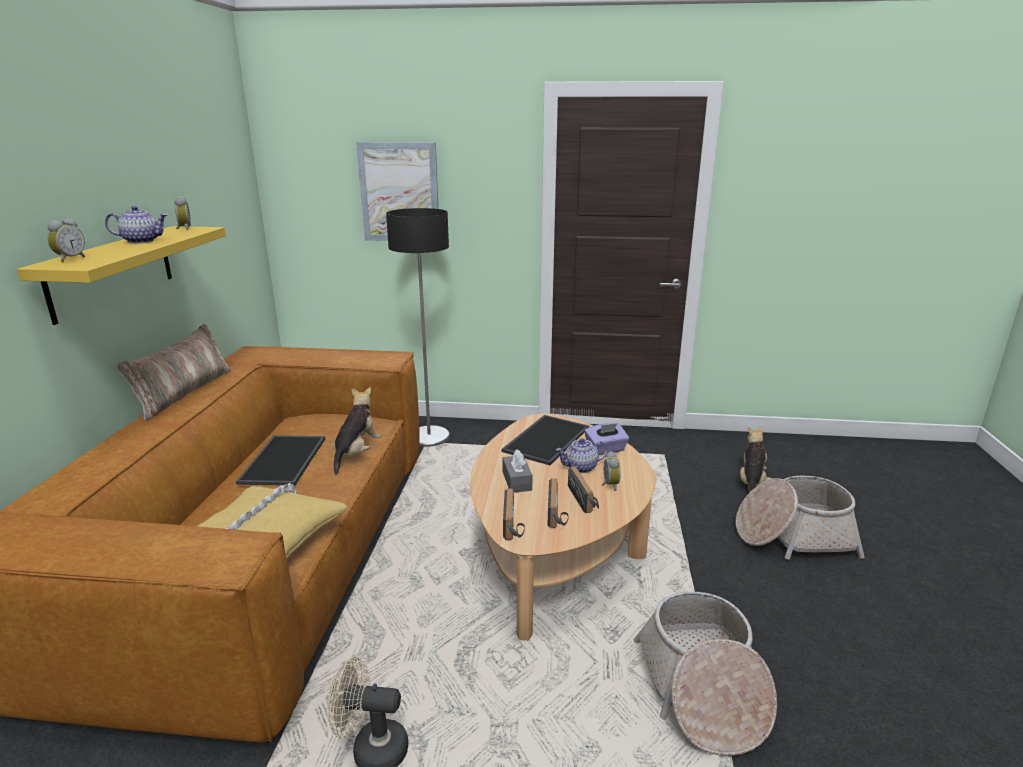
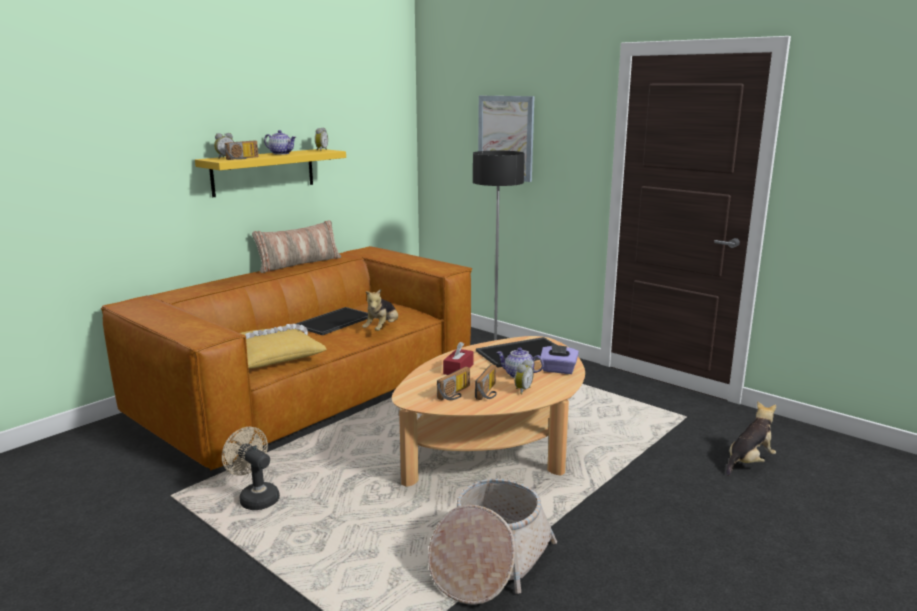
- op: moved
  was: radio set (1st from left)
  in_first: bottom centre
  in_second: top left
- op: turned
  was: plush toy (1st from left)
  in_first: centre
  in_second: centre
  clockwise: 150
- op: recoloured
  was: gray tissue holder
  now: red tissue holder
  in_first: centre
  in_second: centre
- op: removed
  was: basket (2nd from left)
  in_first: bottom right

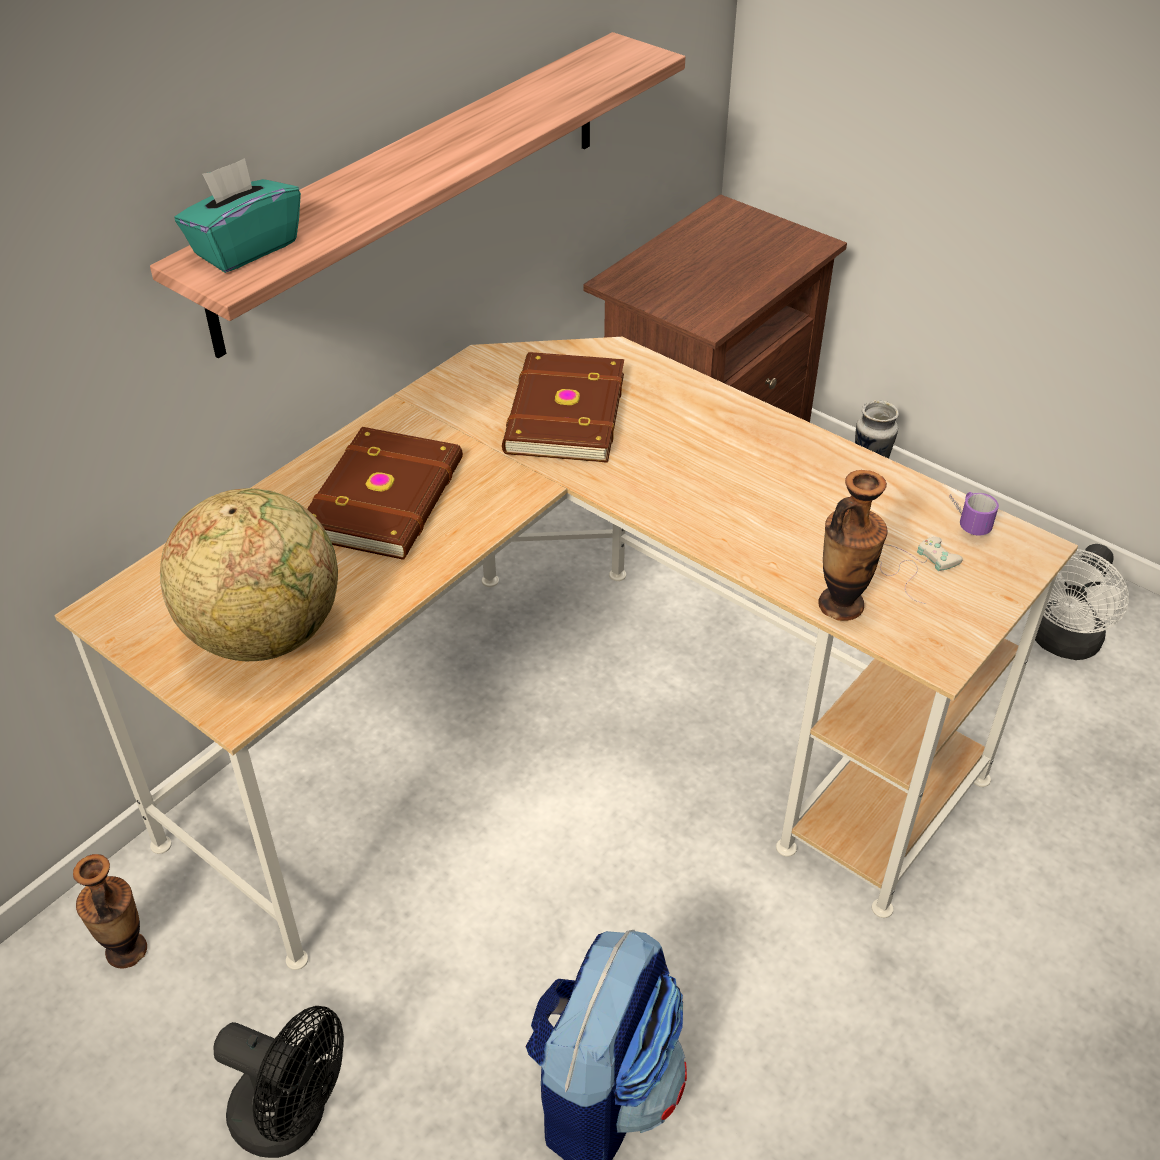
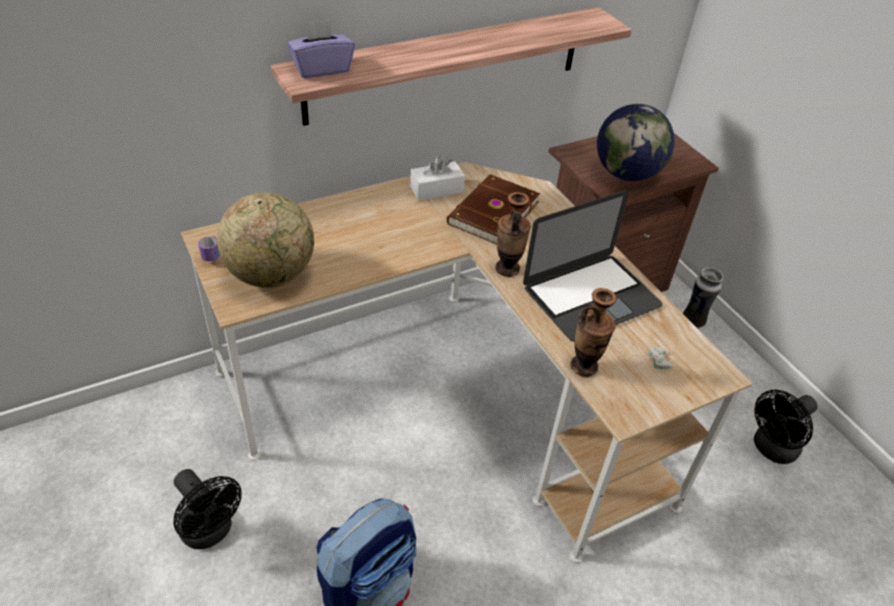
- op: moved
  was: coffee mug
  in_first: middle right
  in_second: middle left
- op: recoloured
  was: turquoise tissue holder
  now: purple-coloured tissue holder
  in_first: top left
  in_second: top centre
- op: added
  now: white tissue holder
  in_second: top centre
- op: moved
  was: decorative vase (1st from left)
  in_first: bottom left
  in_second: centre
- op: added
  now: laptop
  in_second: centre
- op: added
  now: world globe (2nd from left)
  in_second: top right
- op: recoloured
  was: white electric fan
  now: blackish electric fan (2nd from left)
  in_first: middle right
  in_second: bottom right
- op: removed
  was: brown volume (1st from left)
  in_first: middle left

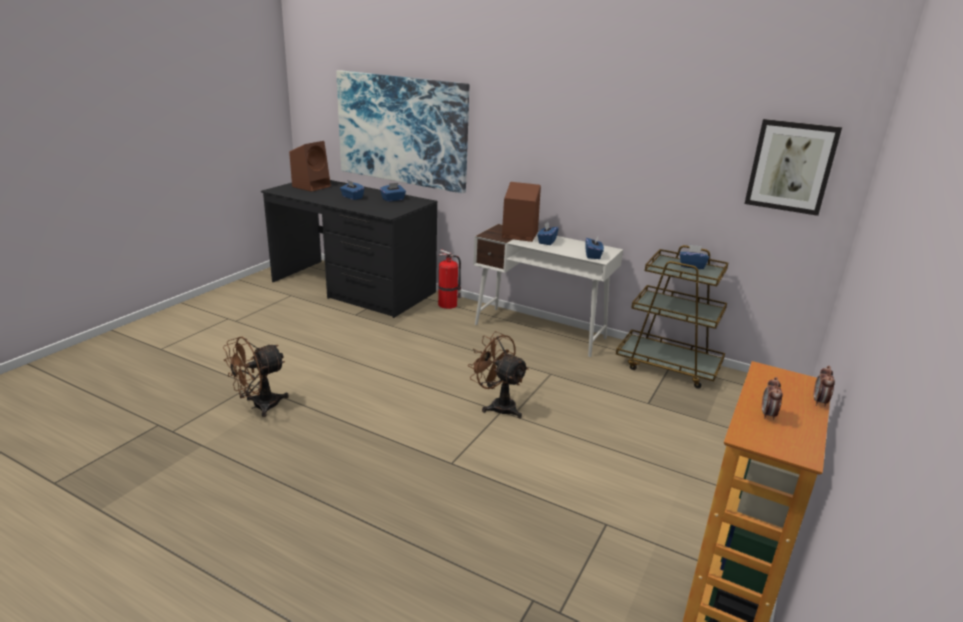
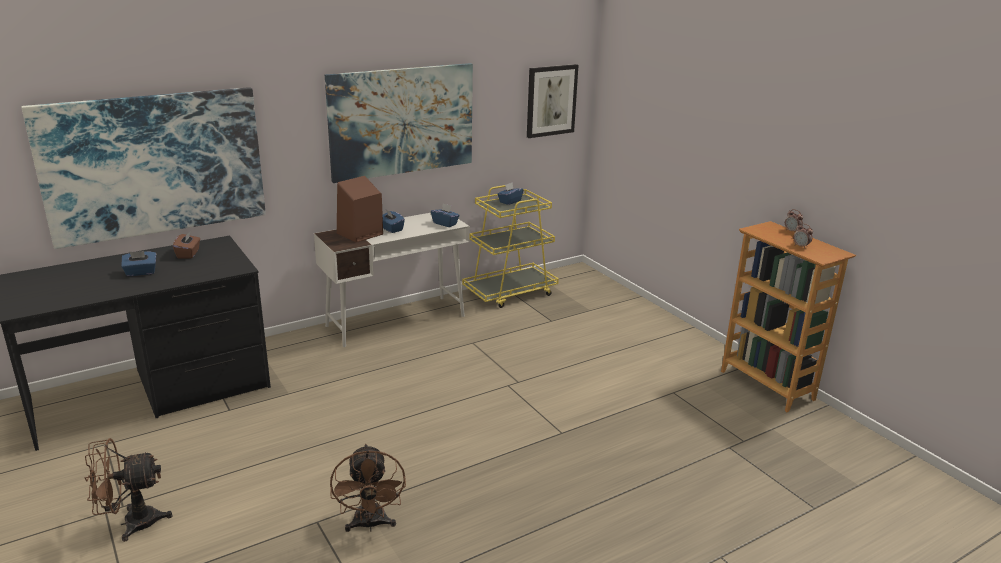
- op: moved
  was: brown electric fan (2nd from left in the first image)
  now: brown electric fan (1st from left)
  in_first: centre
  in_second: bottom left
- op: recoloured
  was: blue tissue holder (2nd from left)
  now: brown tissue holder
  in_first: top centre
  in_second: middle left
- op: added
  now: picture (2nd from left)
  in_second: top centre
- op: recoloured
  was: brown wheeled cart
  now: yellow wheeled cart
  in_first: middle right
  in_second: centre
- op: removed
  was: brown loudspeaker (1st from left)
  in_first: top left
- op: removed
  was: fire-fighting cylinder
  in_first: centre

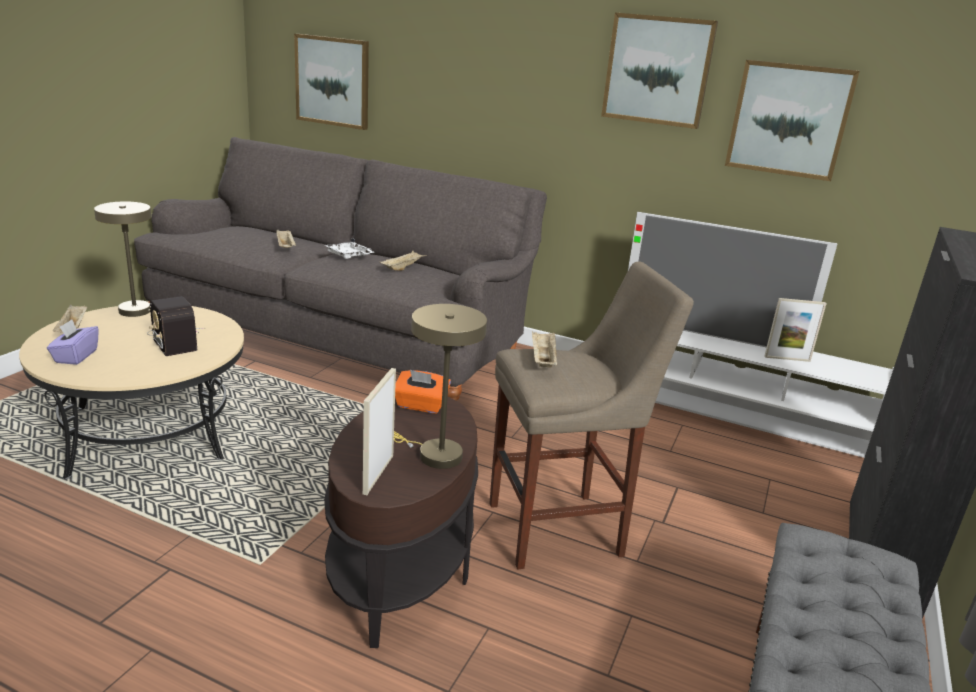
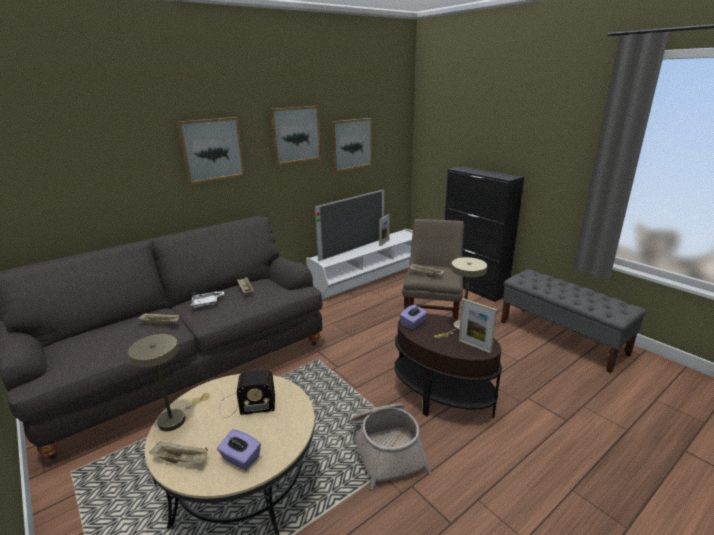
- op: moved
  was: picture (1st from left)
  in_first: top centre
  in_second: top left
- op: added
  now: basket
  in_second: bottom centre
- op: recoloured
  was: orange-coloured tissue holder
  now: purple-coloured tissue holder (2nd from left)
  in_first: centre
  in_second: centre

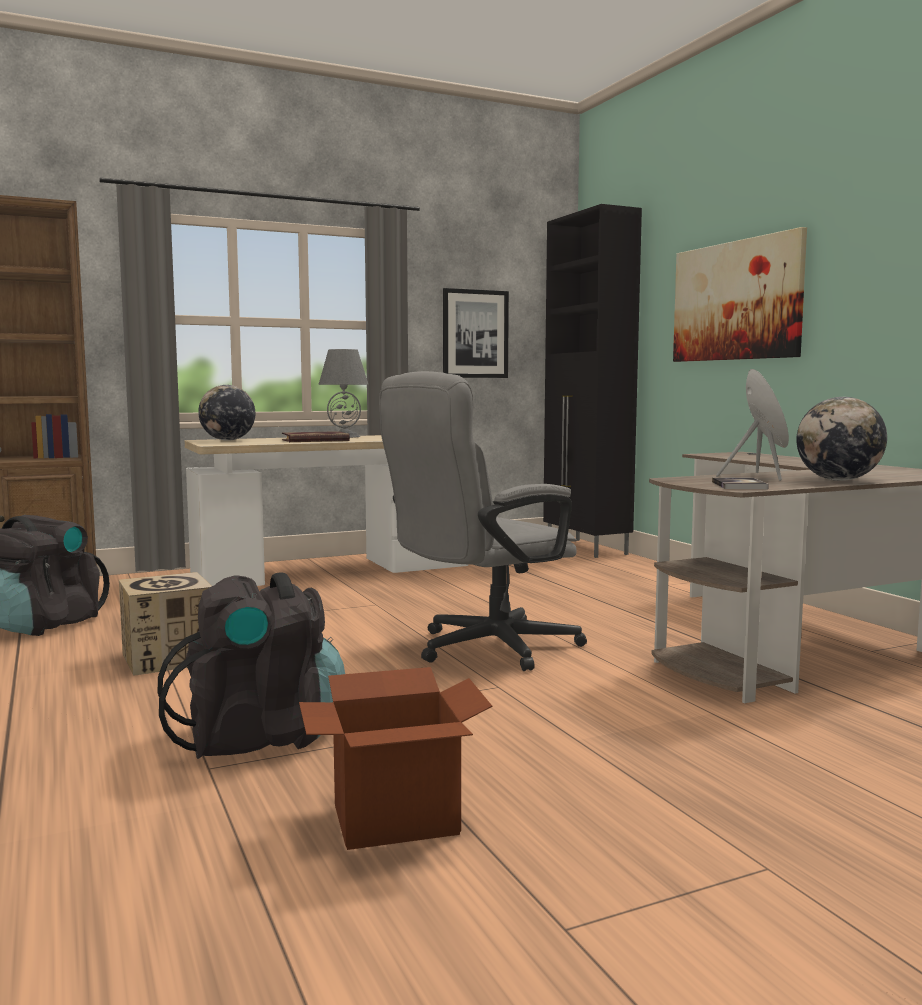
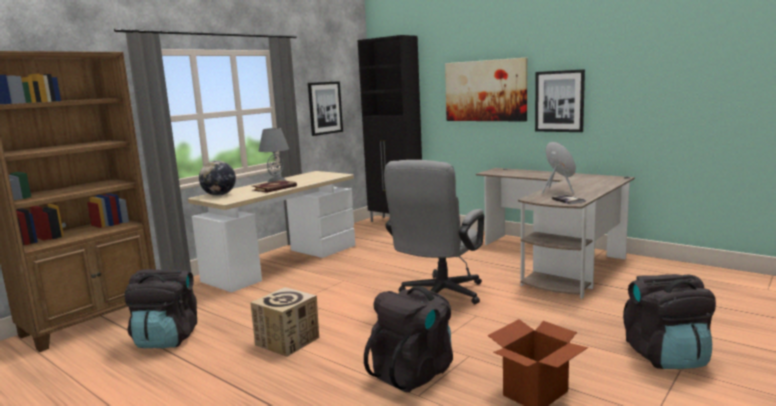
- op: added
  now: picture (3rd from left)
  in_second: top right
- op: added
  now: blackish knapsack (3rd from left)
  in_second: bottom right
- op: removed
  was: world globe (2nd from left)
  in_first: middle right

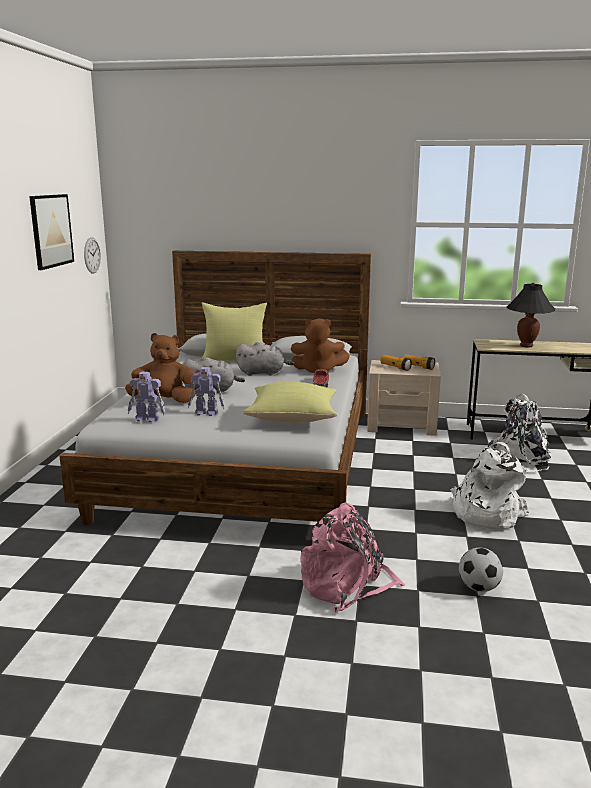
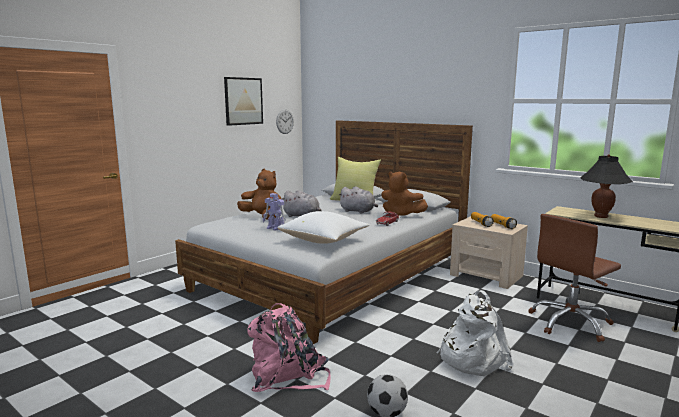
- op: recoloured
  was: yellow cushion (2nd from left)
  now: white cushion
  in_first: centre
  in_second: centre
- op: replaced
  was: white knapsack (2nd from left)
  now: brown office chair
  in_first: middle right
  in_second: bottom right
- op: removed
  was: robot figure (1st from left)
  in_first: middle left

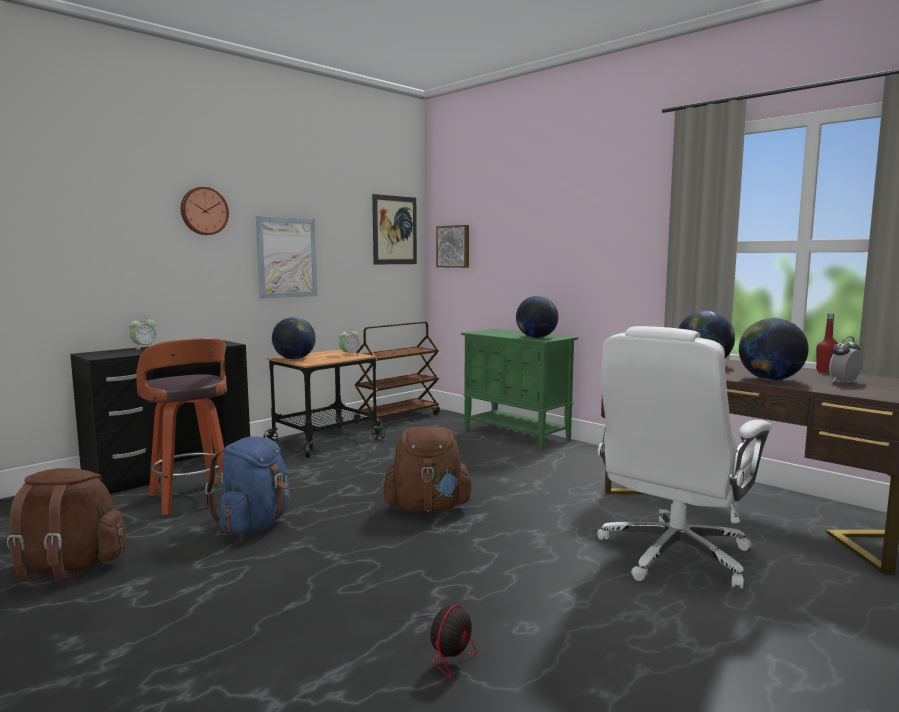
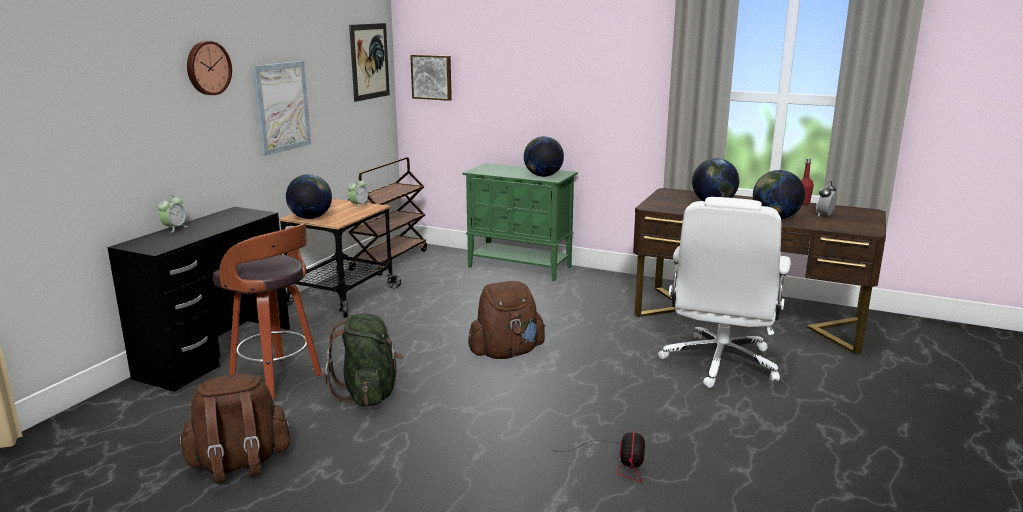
- op: recoloured
  was: blue knapsack
  now: green-coloured knapsack
  in_first: bottom left
  in_second: bottom centre

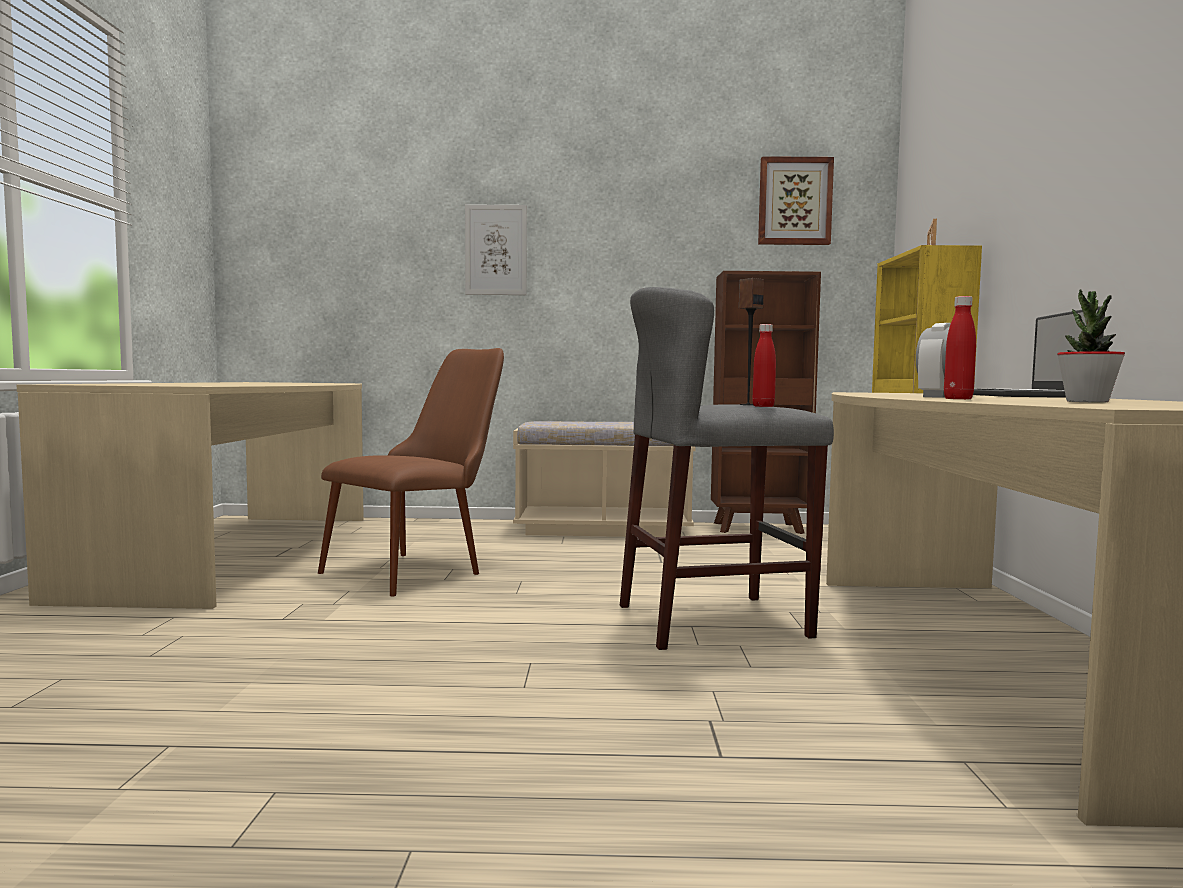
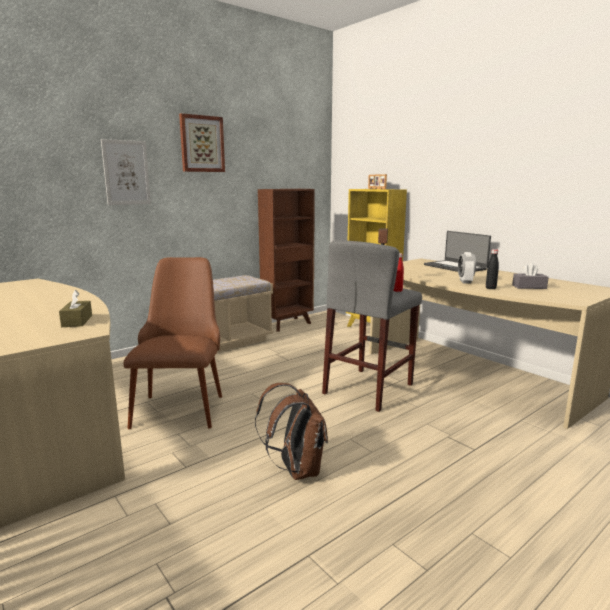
- op: added
  now: brown tissue holder
  in_second: middle left
- op: moved
  was: picture (2nd from left)
  in_first: top right
  in_second: top left
- op: added
  now: brown knapsack
  in_second: bottom centre
- op: recoloured
  was: red beverage bottle (2nd from left)
  now: blackish beverage bottle
  in_first: middle right
  in_second: middle right
- op: replaced
  was: houseplant
  now: gray tissue holder
  in_first: middle right
  in_second: middle right

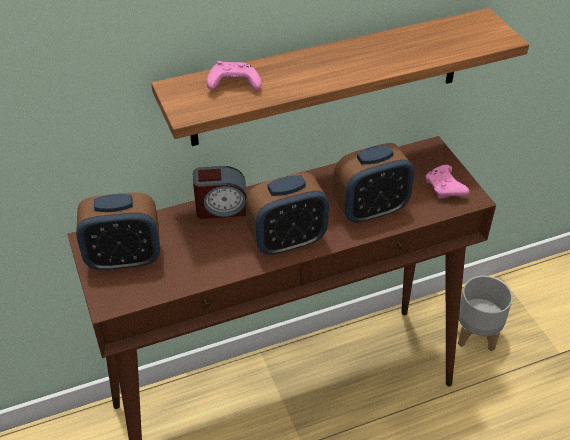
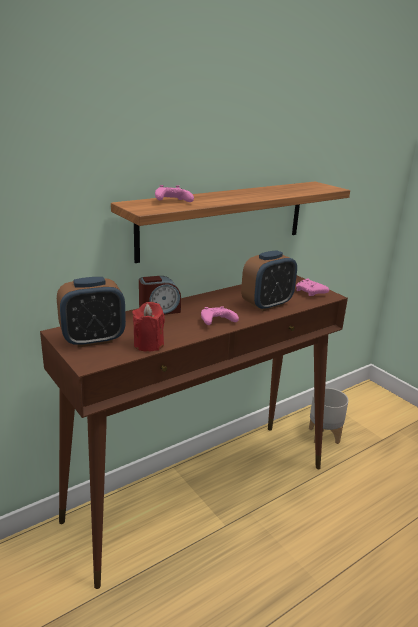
- op: added
  now: red candle
  in_second: centre
- op: replaced
  was: table clock (3rd from left)
  now: pink-coloured gamepad (2nd from left)
  in_first: centre
  in_second: centre

